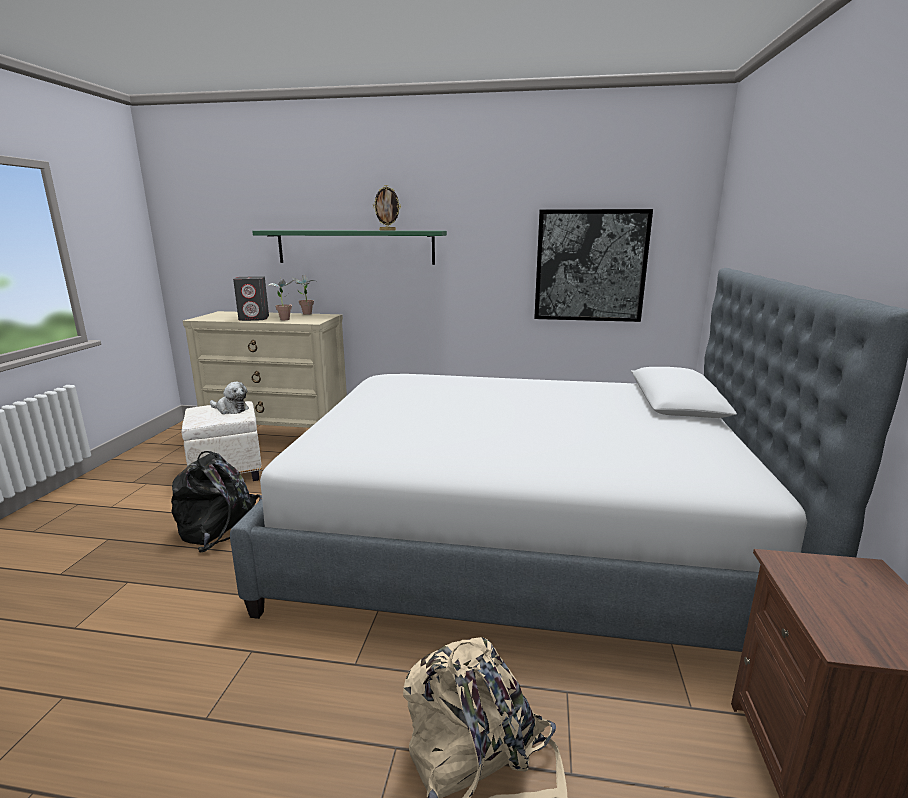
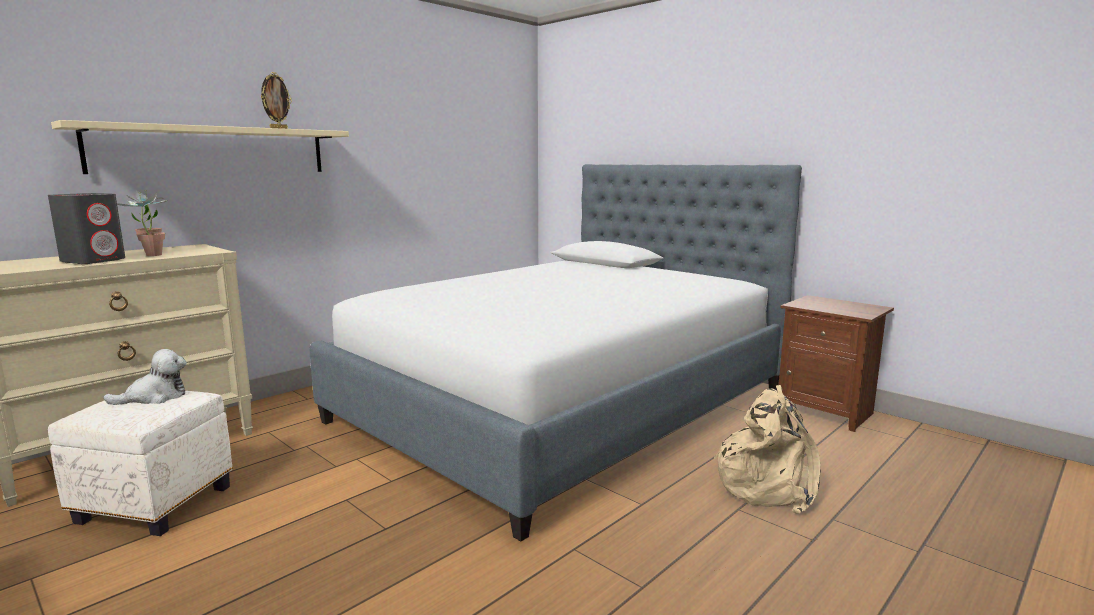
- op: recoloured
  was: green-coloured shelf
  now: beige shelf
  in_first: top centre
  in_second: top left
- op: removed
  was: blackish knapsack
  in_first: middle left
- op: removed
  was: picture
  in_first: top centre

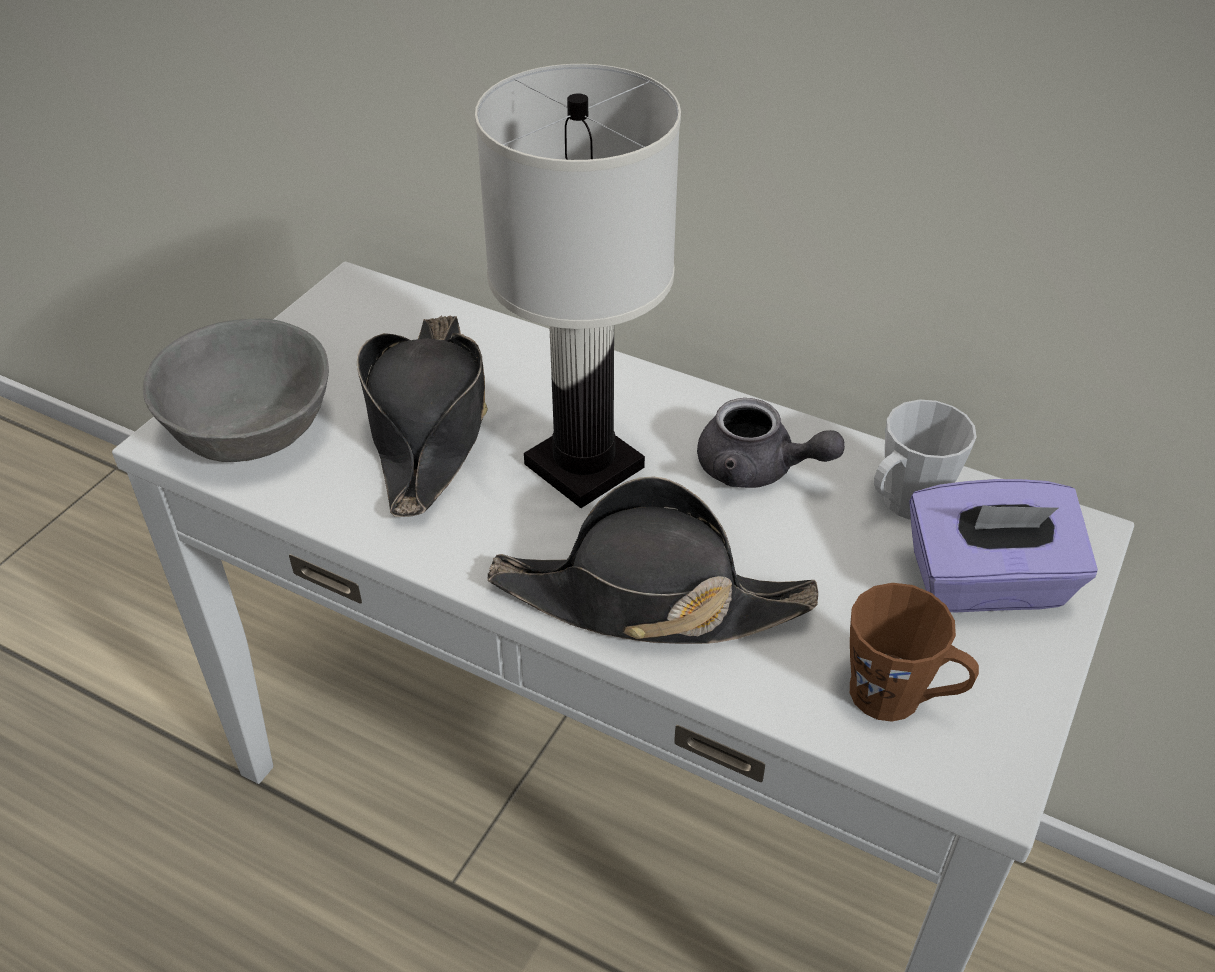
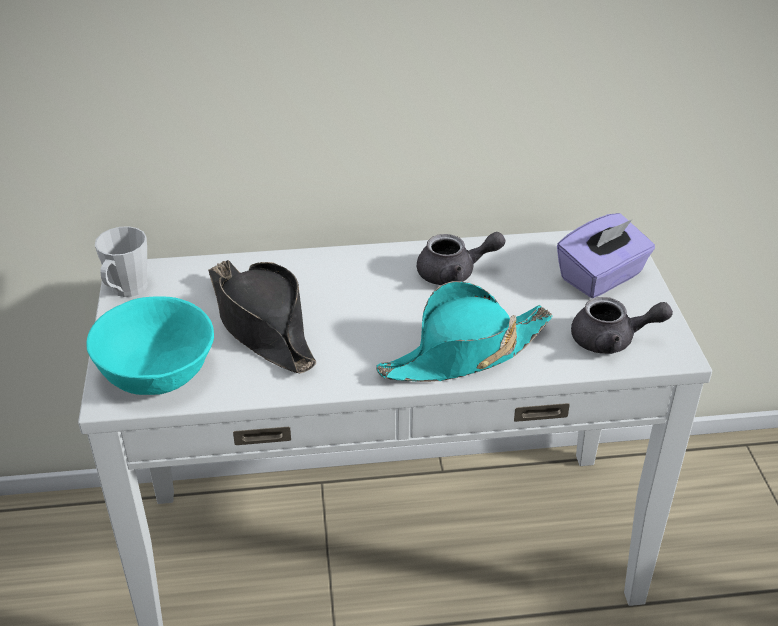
- op: recoloured
  was: gray deep dish
  now: turquoise deep dish
  in_first: middle left
  in_second: middle left
- op: moved
  was: gray coffee mug
  in_first: middle right
  in_second: middle left
- op: recoloured
  was: blackish clothing hat (2nd from left)
  now: turquoise clothing hat
  in_first: centre
  in_second: centre
- op: replaced
  was: brown coffee mug
  now: gray teapot (2nd from left)
  in_first: bottom right
  in_second: middle right
- op: removed
  was: white table lamp
  in_first: top centre

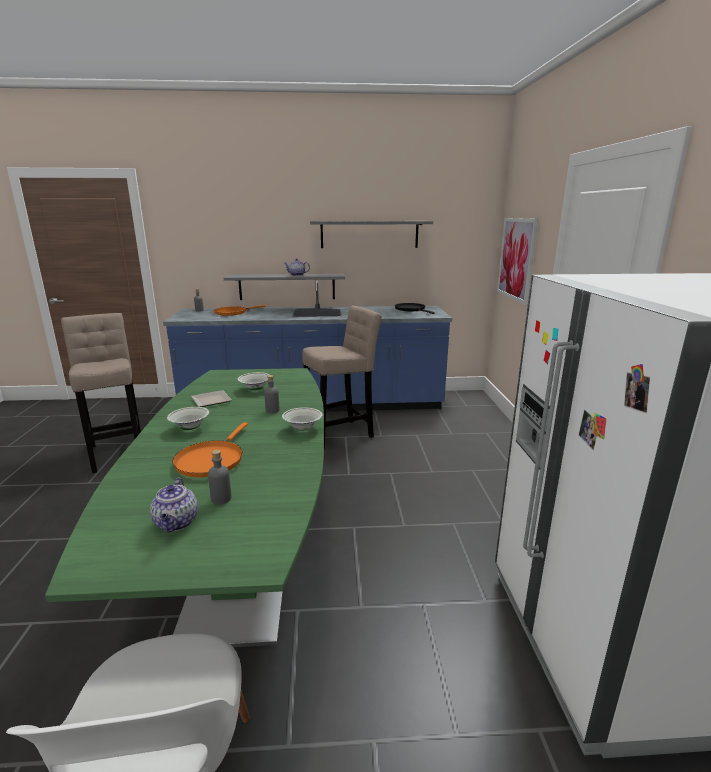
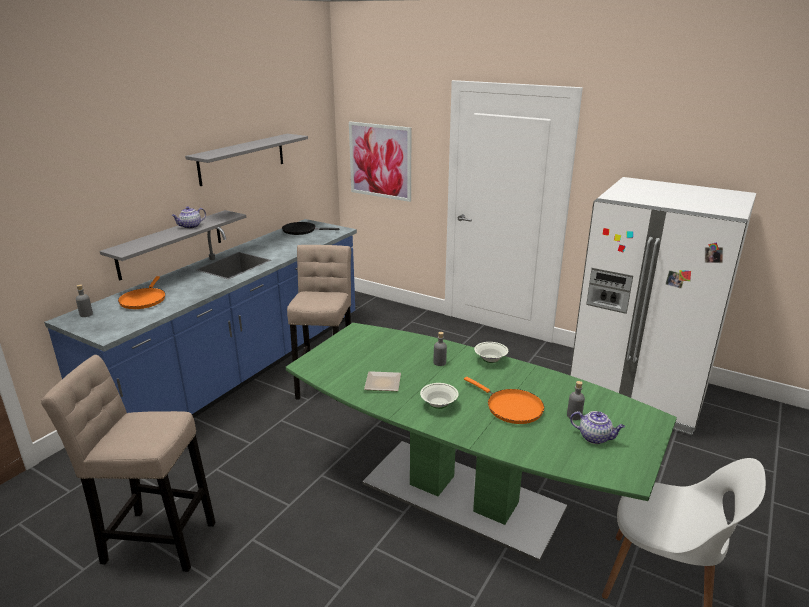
- op: removed
  was: white deep dish (2nd from left)
  in_first: centre

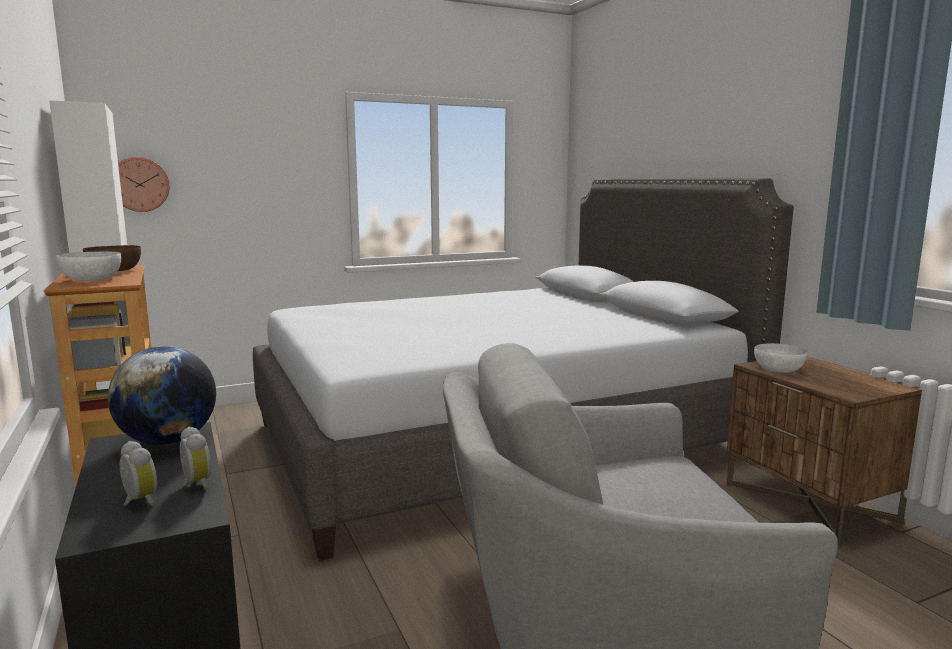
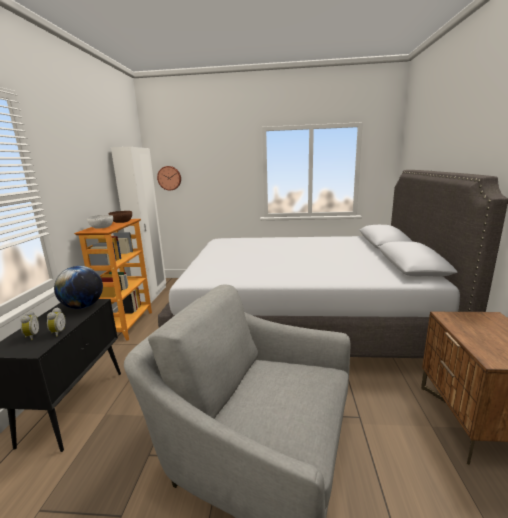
- op: removed
  was: white deep dish (2nd from left)
  in_first: middle right

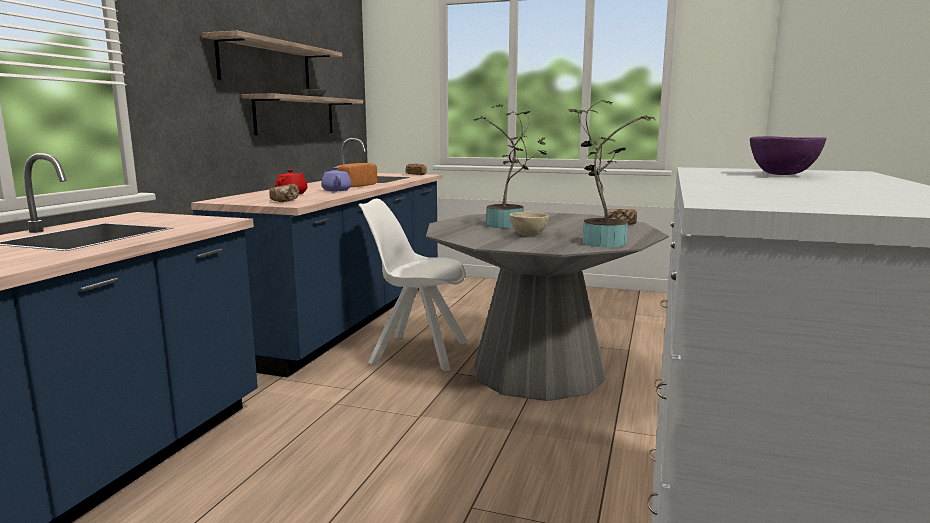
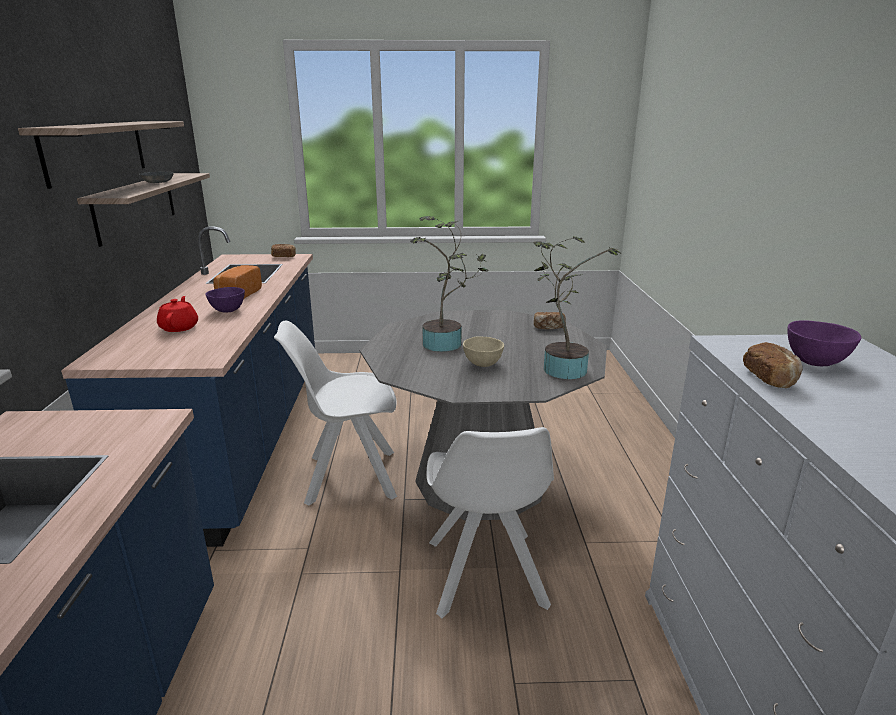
- op: replaced
  was: purple-coloured teapot
  now: purple-coloured deep dish (1st from left)
  in_first: centre
  in_second: middle left
- op: added
  now: white plain chair (2nd from left)
  in_second: bottom centre
- op: moved
  was: baked bread (1st from left in the first image)
  now: baked bread (4th from left)
  in_first: middle left
  in_second: middle right

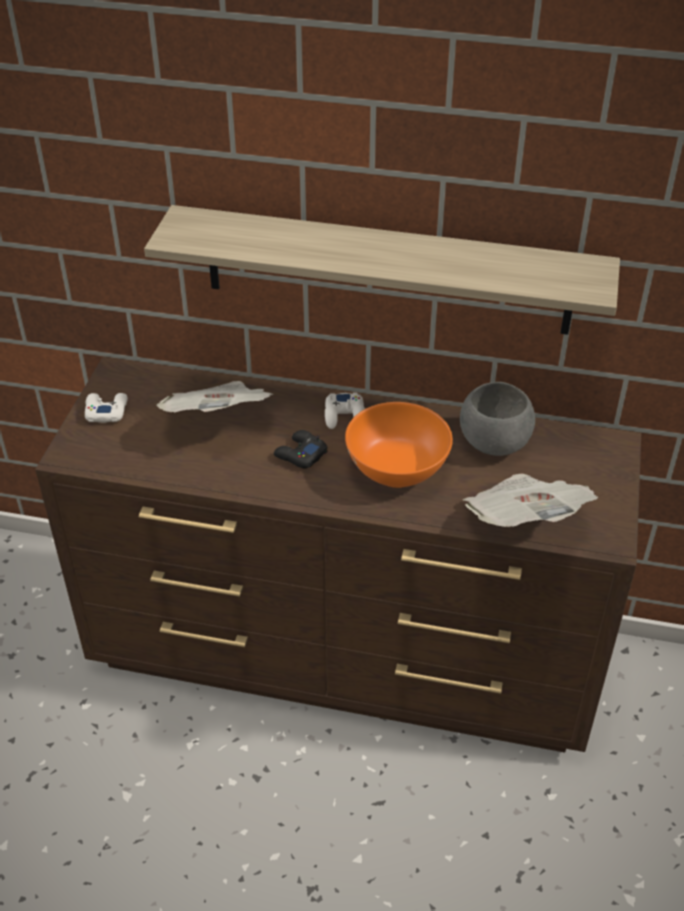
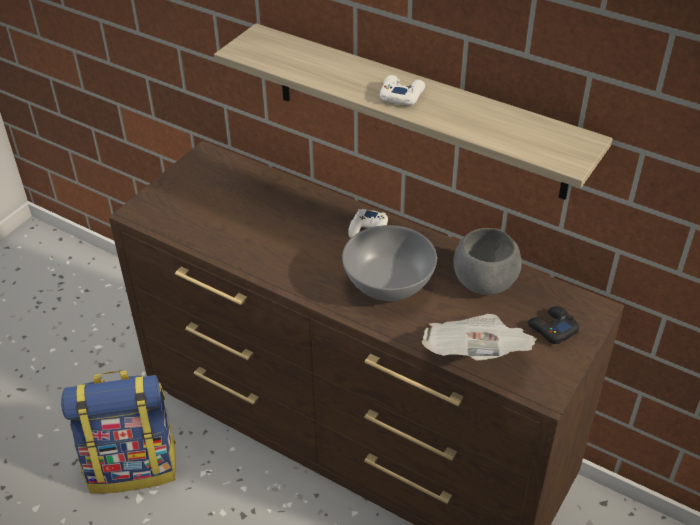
- op: added
  now: knapsack
  in_second: bottom left
- op: recoloured
  was: orange-coloured deep dish
  now: gray deep dish (1st from left)
  in_first: centre
  in_second: centre
- op: moved
  was: white gamepad (1st from left in the first image)
  now: white gamepad (2nd from left)
  in_first: middle left
  in_second: top centre
- op: moved
  was: blackish gamepad
  in_first: centre
  in_second: middle right
- op: removed
  was: printed paper (1st from left)
  in_first: middle left

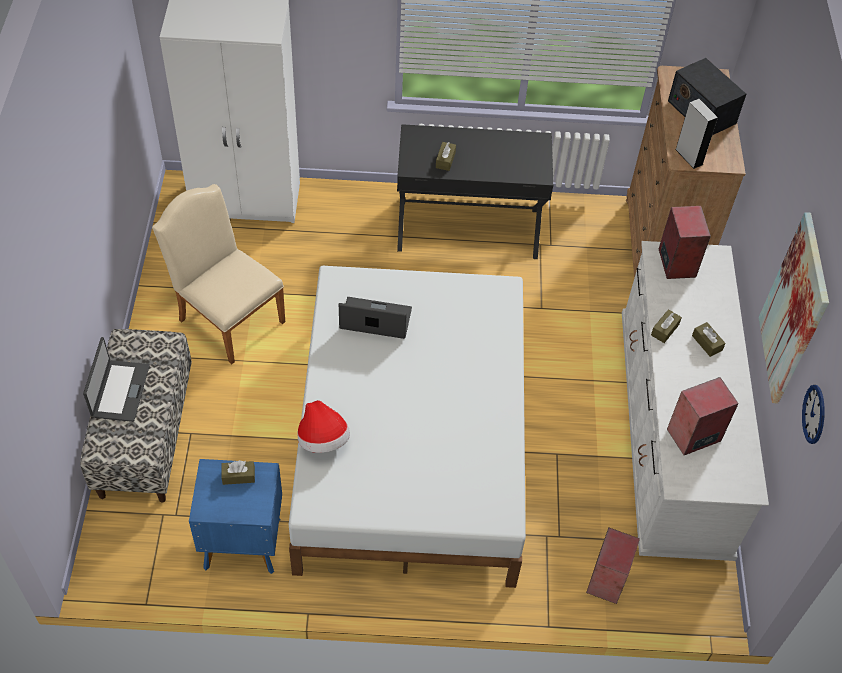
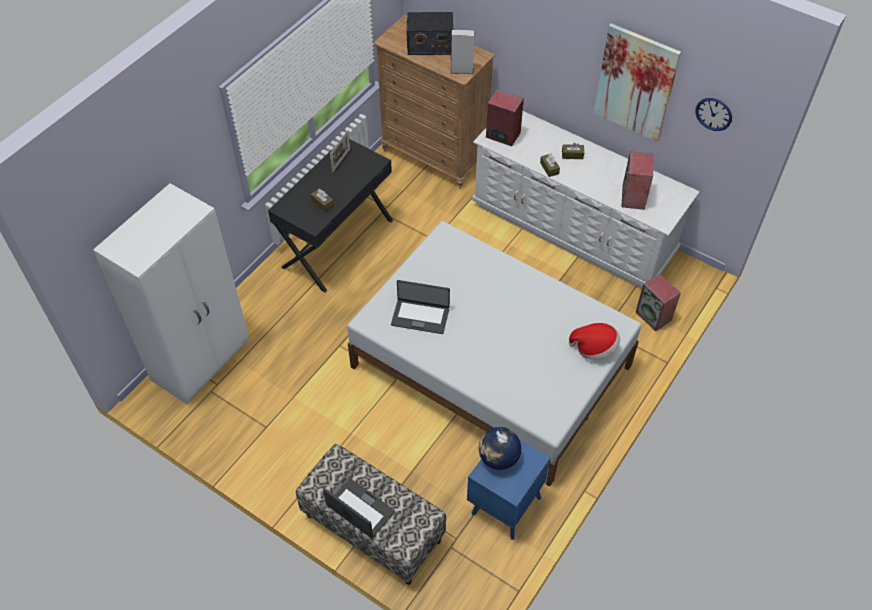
- op: added
  now: picture frame
  in_second: top centre
- op: turned
  was: laptop (2nd from left)
  in_first: centre
  in_second: centre
  clockwise: -120
- op: replaced
  was: brown tissue holder (1st from left)
  now: world globe
  in_first: bottom left
  in_second: bottom centre
- op: moved
  was: clothing hat
  in_first: centre
  in_second: middle right
- op: removed
  was: beige plain chair
  in_first: middle left

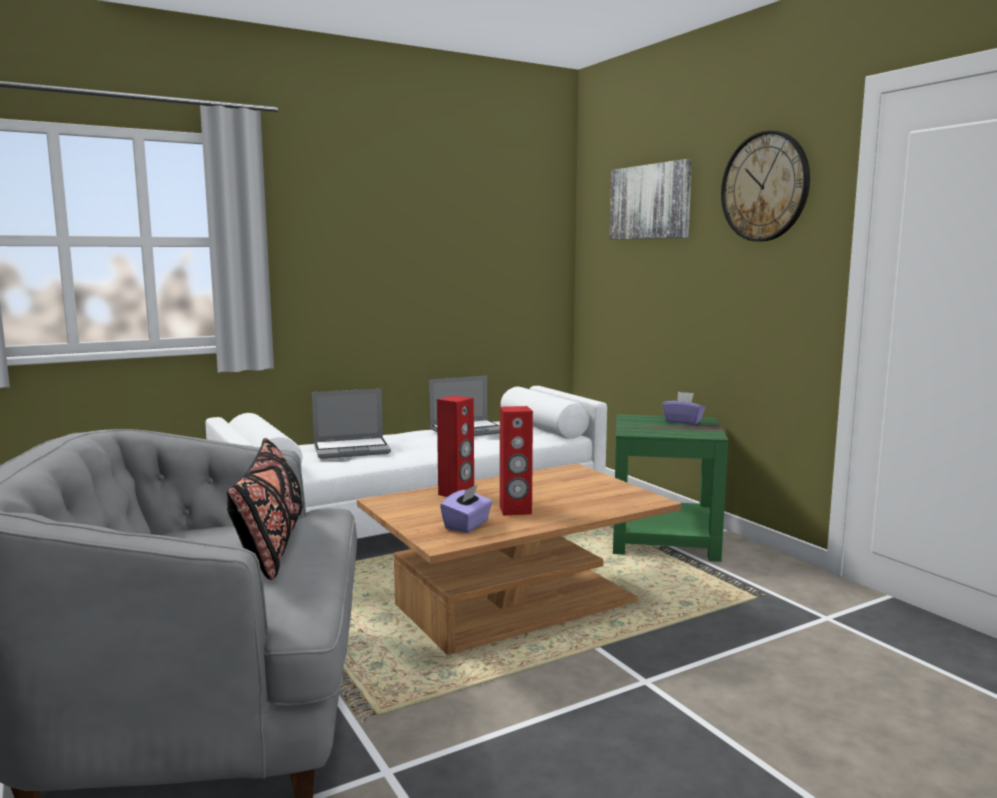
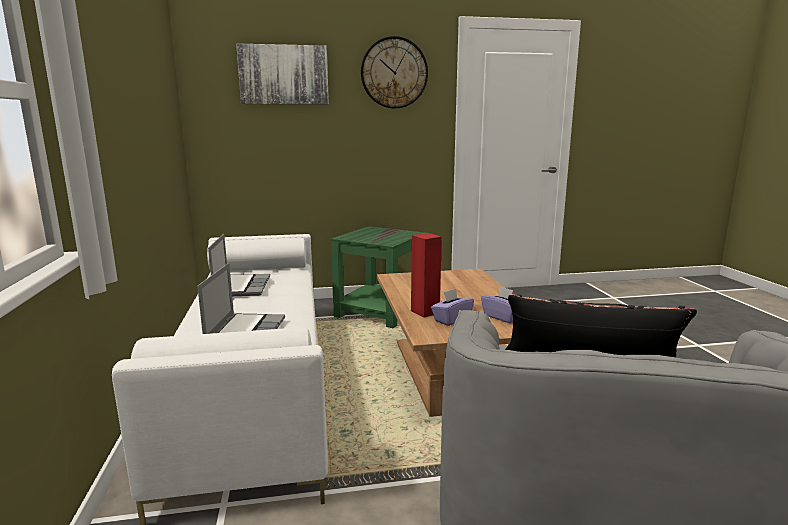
- op: moved
  was: purple-coloured tissue holder (2nd from left in the first image)
  now: purple-coloured tissue holder (1st from left)
  in_first: middle right
  in_second: centre
- op: removed
  was: red loudspeaker (2nd from left)
  in_first: centre

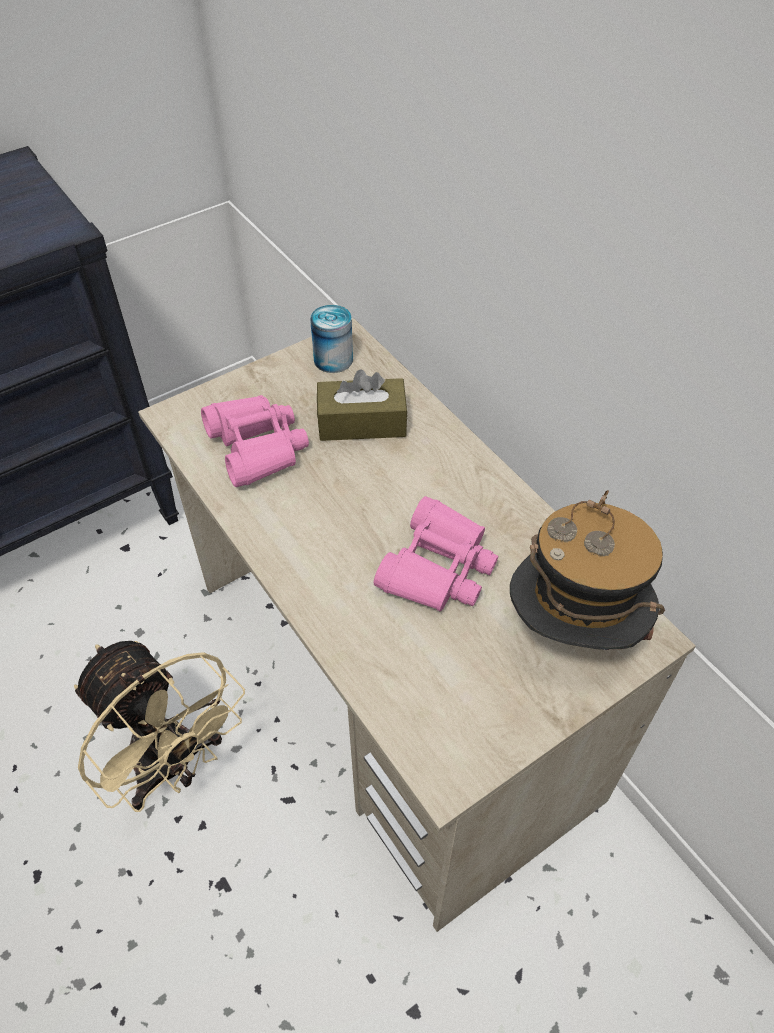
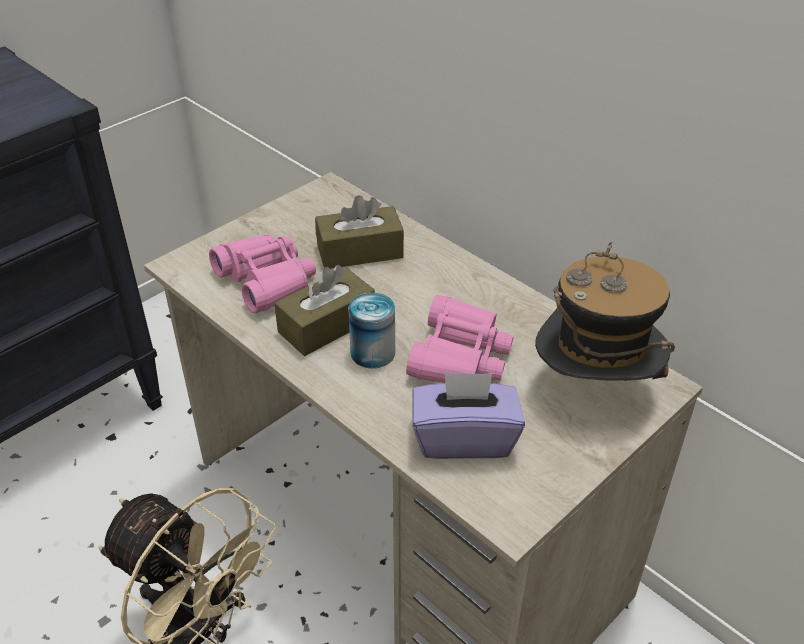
- op: added
  now: brown tissue holder (1st from left)
  in_second: centre
- op: moved
  was: sealed can
  in_first: top centre
  in_second: centre
- op: added
  now: purple-coloured tissue holder
  in_second: centre

